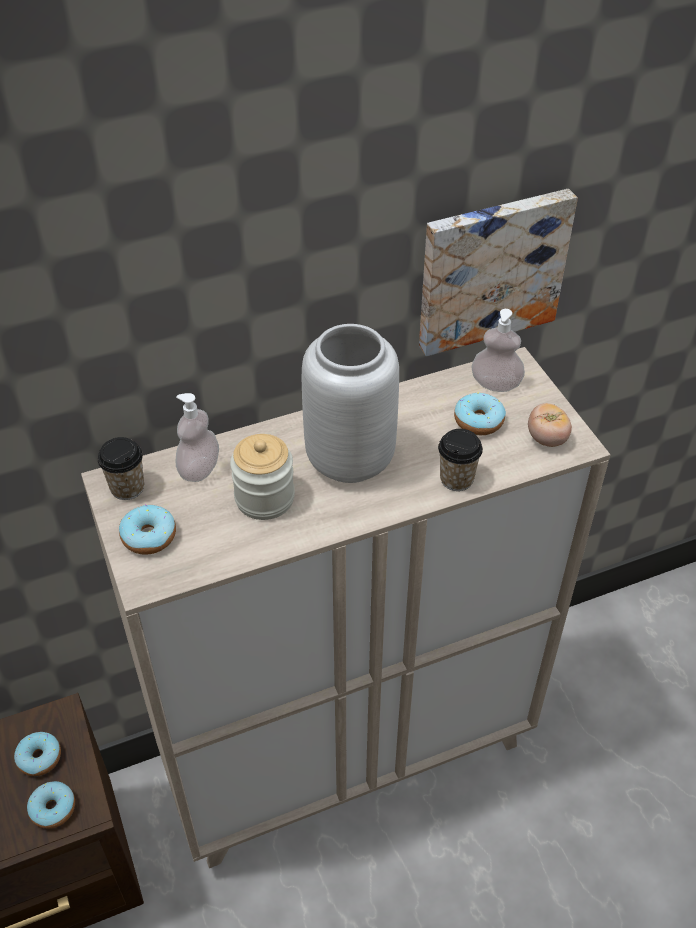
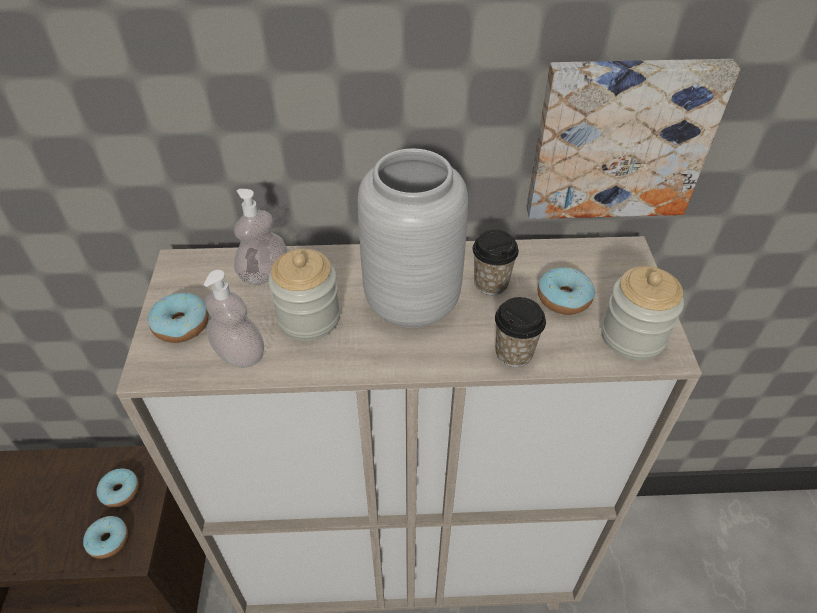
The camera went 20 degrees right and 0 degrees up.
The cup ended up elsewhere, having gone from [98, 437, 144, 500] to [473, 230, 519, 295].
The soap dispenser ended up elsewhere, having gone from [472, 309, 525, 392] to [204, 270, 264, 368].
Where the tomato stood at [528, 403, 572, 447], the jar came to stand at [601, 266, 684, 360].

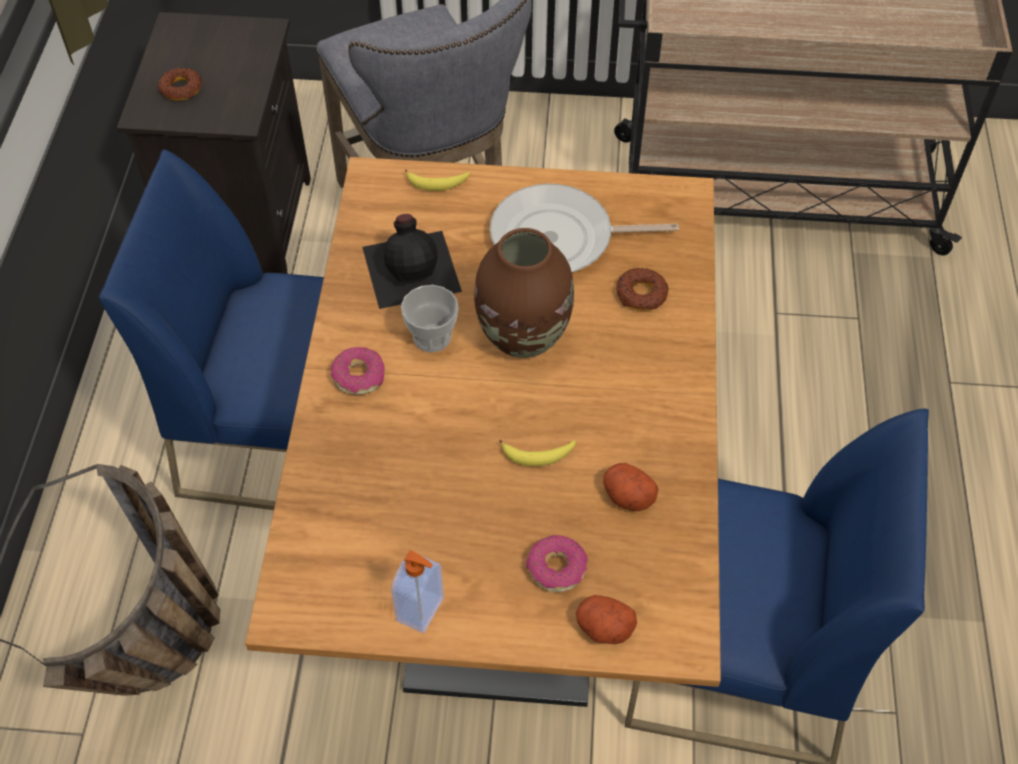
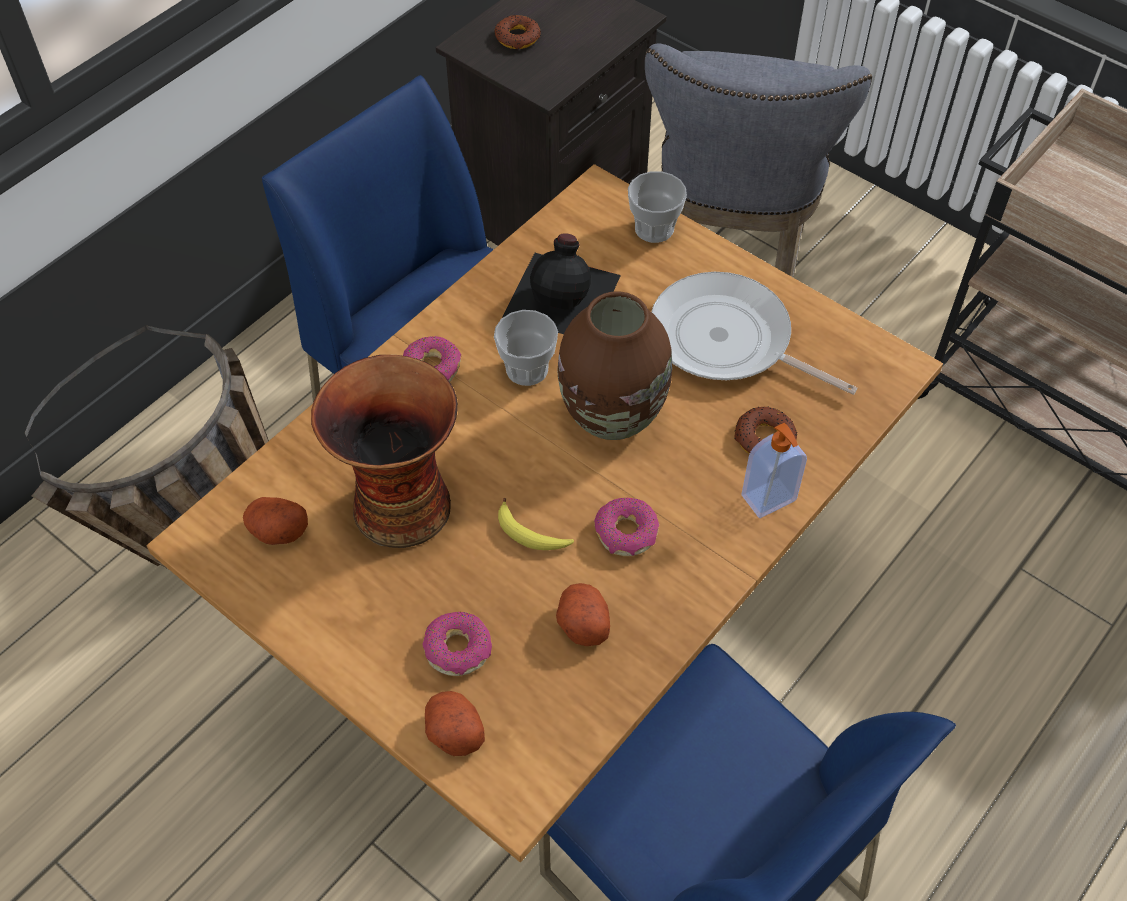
The camera went 35 degrees right and 0 degrees up.
The soap dispenser ended up elsewhere, having gone from [391, 550, 444, 633] to [741, 423, 807, 518].
Where the banana stood at [405, 169, 470, 191], the cup came to stand at [628, 171, 687, 243].
The second view gained the potato at [243, 497, 308, 545].
The second view gained the vase at [311, 355, 458, 548].
The second view gained the donut at [594, 497, 659, 556].

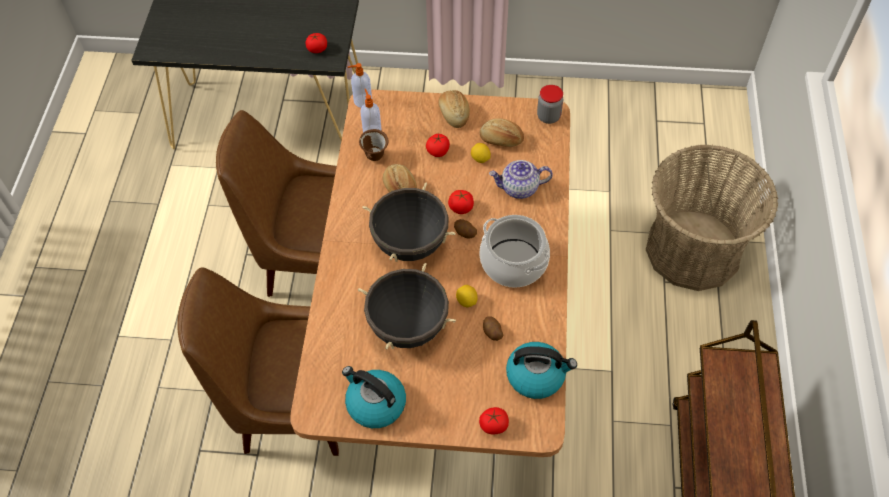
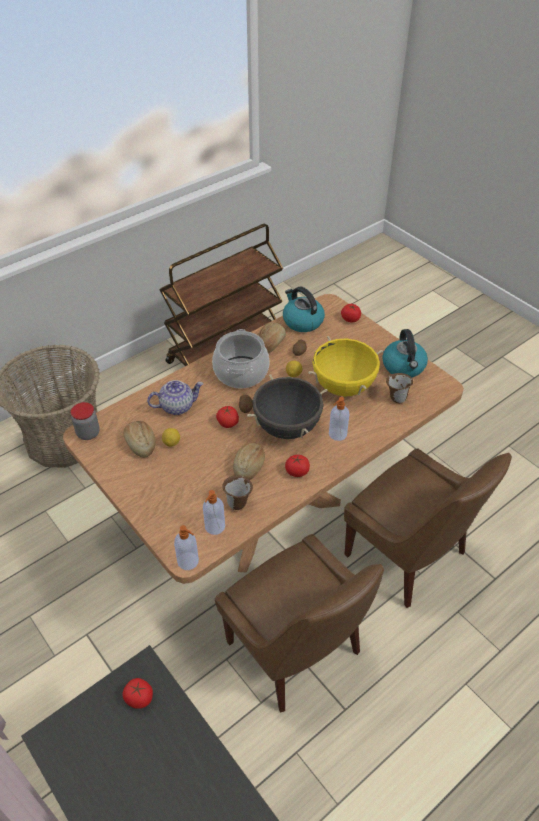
The camera went 135 degrees left and 10 degrees down.
What was the black cooking pot at [358, 263, 456, 350] turned into the yellow cooking pot at [308, 336, 383, 397].
The tomato ended up elsewhere, having gone from [426, 134, 450, 157] to [285, 455, 310, 477].
The bread ended up elsewhere, having gone from [438, 90, 470, 128] to [258, 322, 286, 353].
The teapot at [489, 160, 553, 199] ended up facing another way, 60 degrees counterclockwise from before.
The second view gained the soap dispenser at [329, 397, 349, 441].
The second view gained the brown mug at [386, 373, 413, 403].

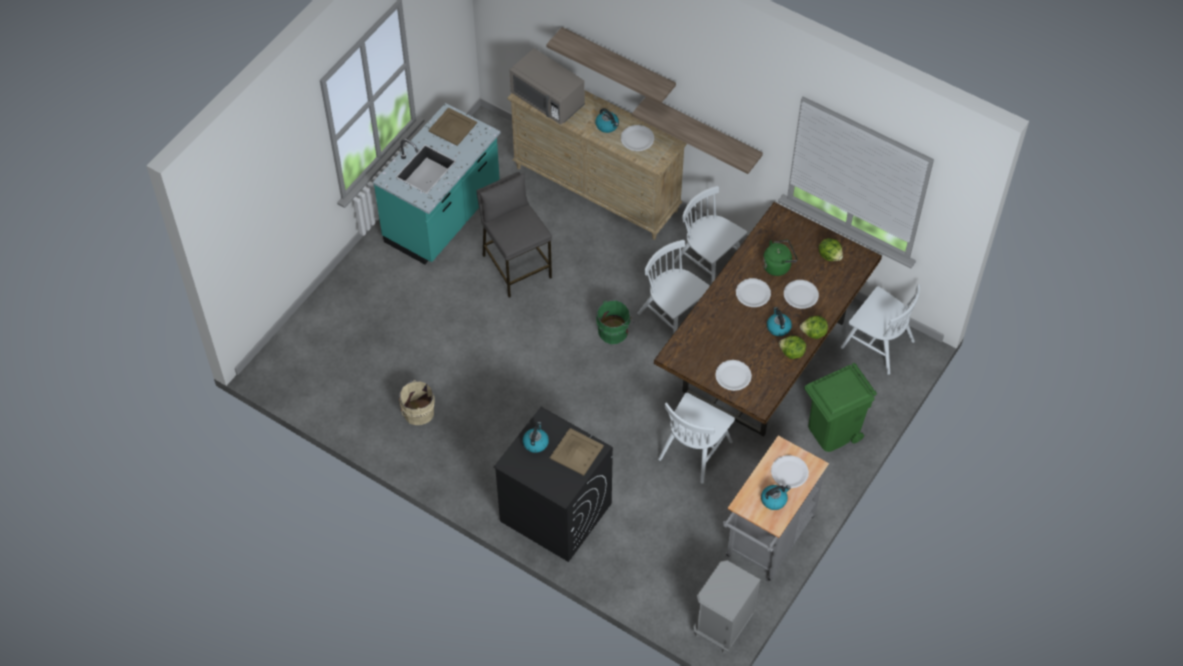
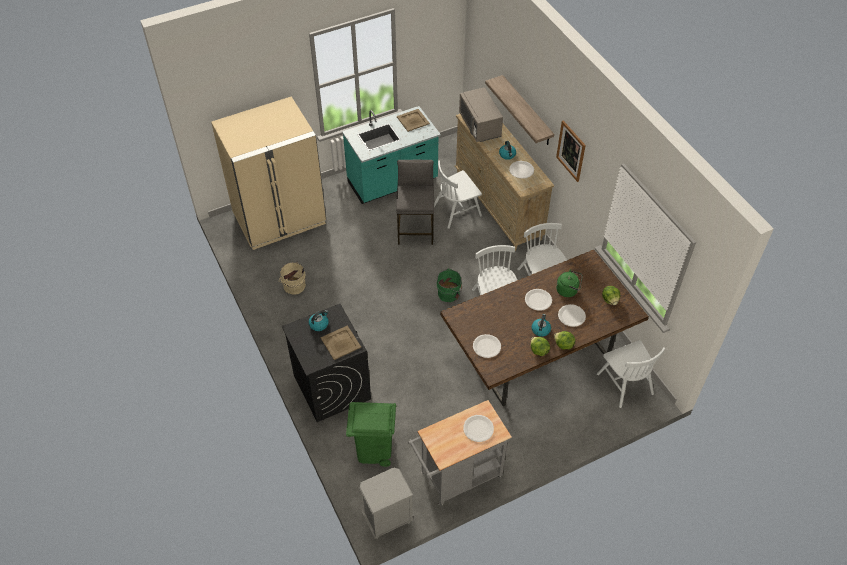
The camera went 30 degrees right and 5 degrees down.
The second view lost the shelf at [632, 97, 763, 174].
The white chair ended up elsewhere, having gone from [658, 393, 735, 484] to [434, 160, 482, 229].
The second view lost the kettle at [761, 485, 791, 510].
The green trash can ended up elsewhere, having gone from [804, 363, 877, 452] to [346, 402, 396, 467].
The second view gained the beige fridge at [211, 97, 326, 250].
The second view gained the picture at [556, 121, 586, 182].

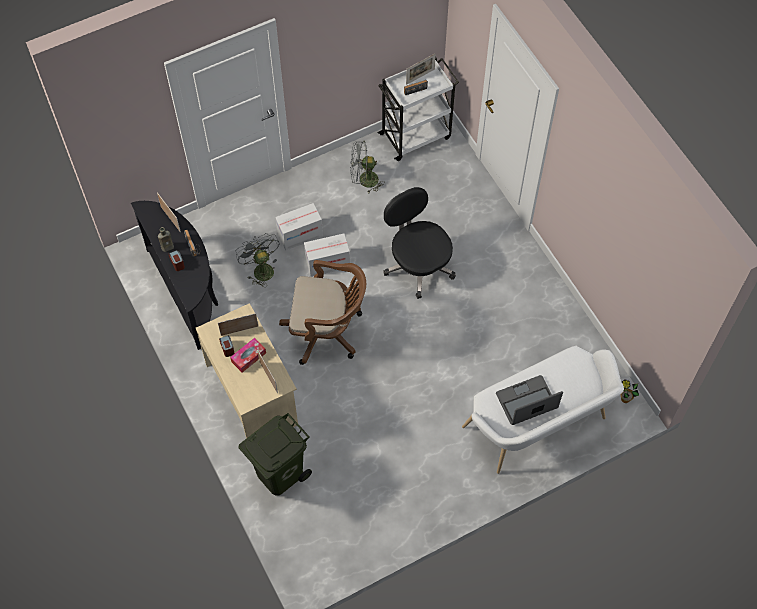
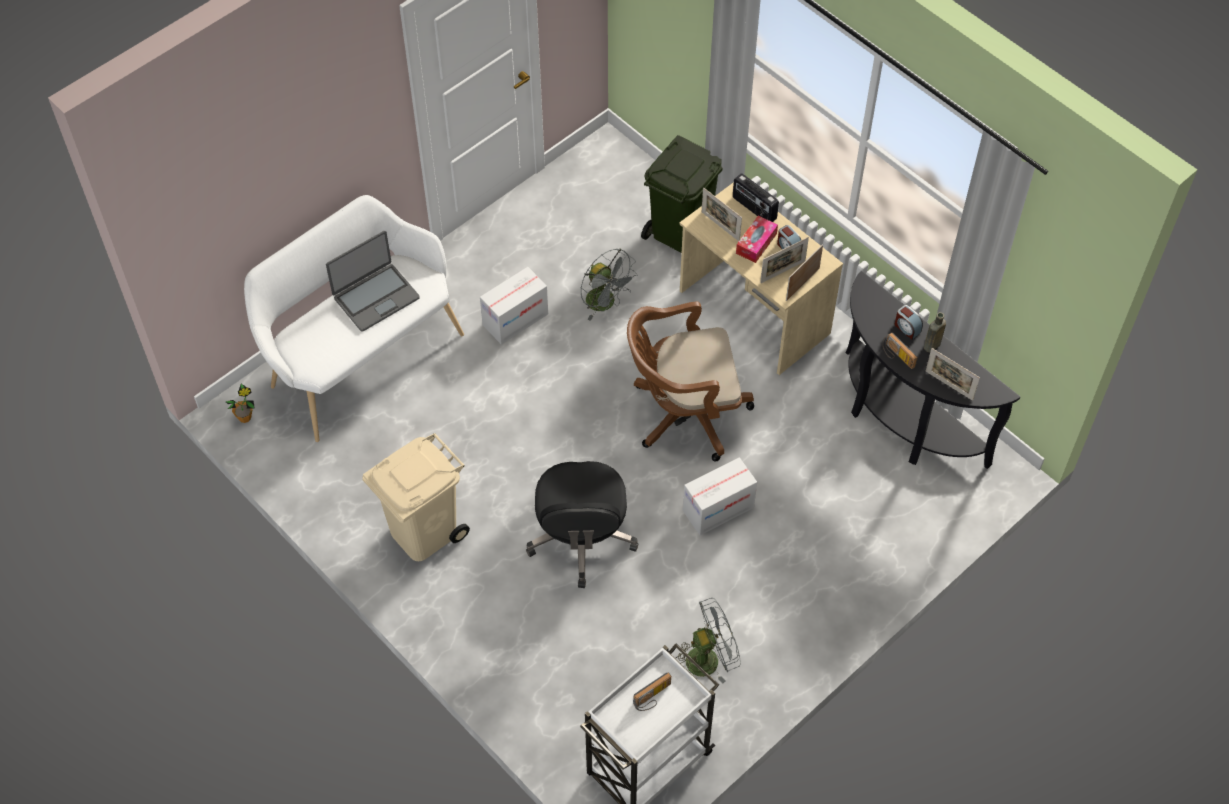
The camera went 165 degrees right and 5 degrees down.
The grey fan ended up elsewhere, having gone from [236, 233, 280, 287] to [581, 248, 637, 321].
The cardboard box ended up elsewhere, having gone from [275, 203, 323, 250] to [480, 267, 548, 344].
The black office chair at [384, 187, 456, 299] ended up facing another way, 45 degrees clockwise from before.
The picture frame ended up elsewhere, having gone from [406, 53, 436, 85] to [786, 244, 823, 301].
The second view gained the beige trash can at [362, 433, 470, 561].
The second view gained the radio at [733, 173, 779, 222].

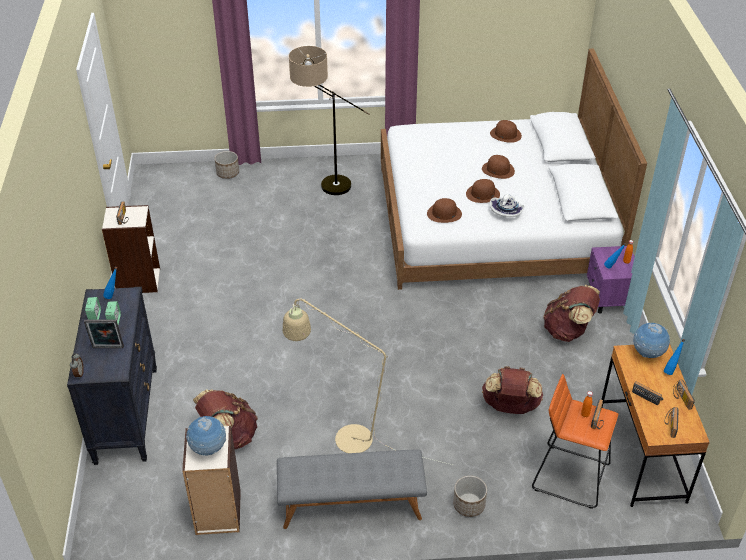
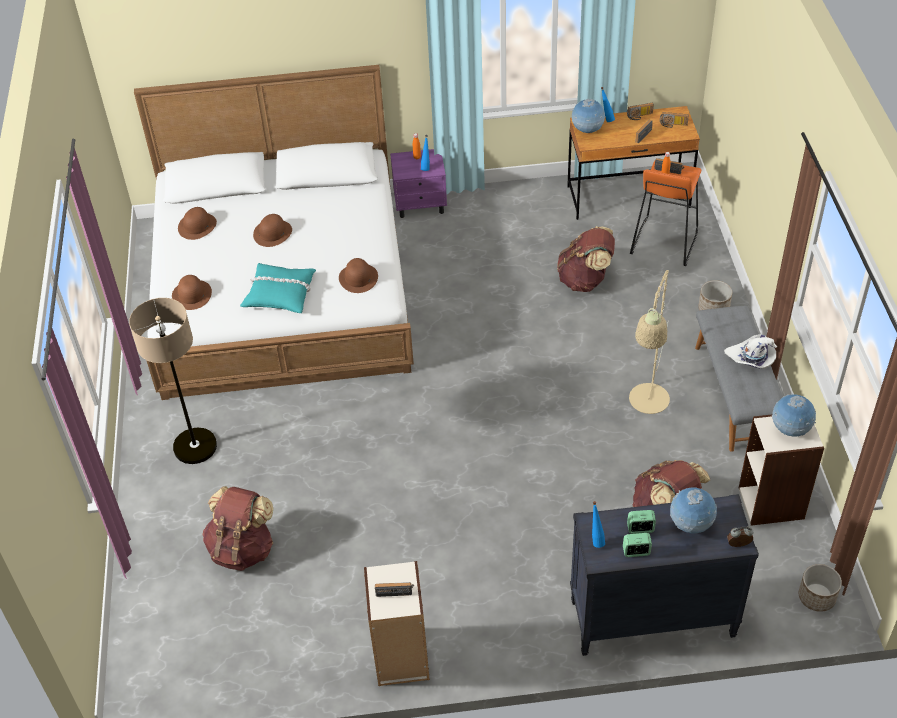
The camera went 90 degrees left and 5 degrees up.
Where the picture frame stood at [84, 320, 124, 348], the globe came to stand at [670, 488, 717, 533].
The planter ended up elsewhere, having gone from [215, 151, 239, 179] to [799, 564, 842, 612].
The brown hat ended up elsewhere, having gone from [466, 179, 500, 203] to [172, 275, 212, 310].
The white hat ended up elsewhere, having gone from [490, 194, 524, 217] to [724, 334, 777, 369].
The brown backpack ended up elsewhere, having gone from [543, 285, 600, 342] to [202, 486, 274, 571].
The second view gained the turquoise pillow at [240, 263, 316, 313].

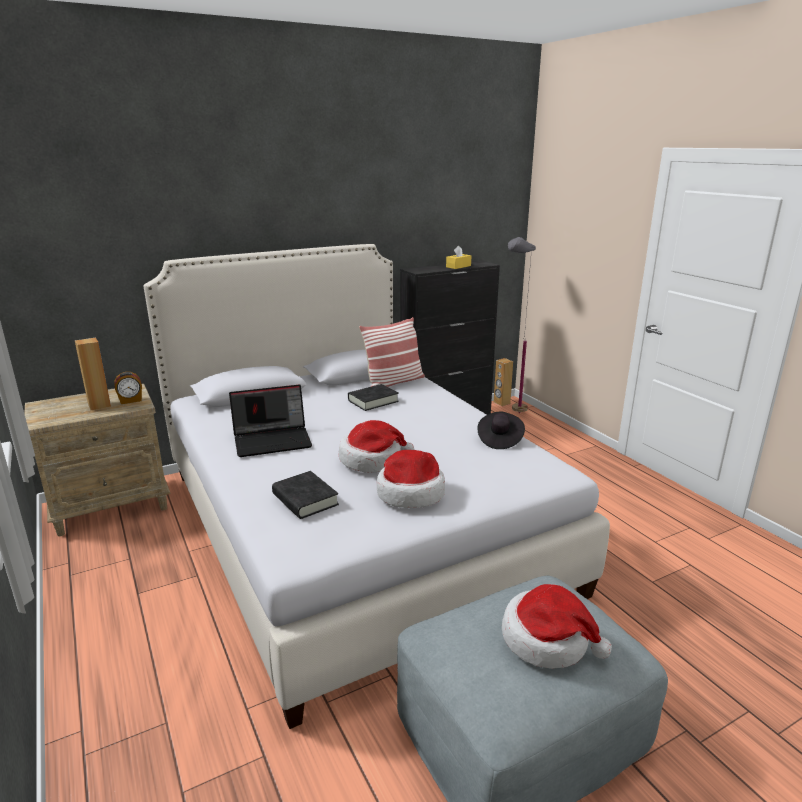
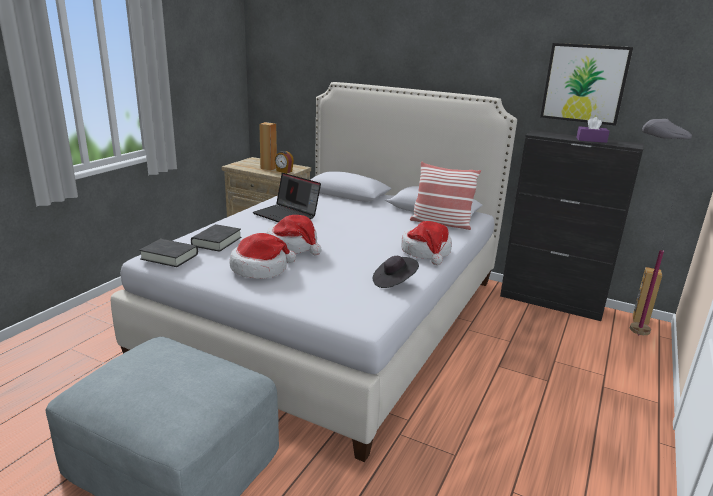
The camera went 55 degrees right and 0 degrees up.
The black book ended up elsewhere, having gone from [348, 384, 399, 411] to [139, 239, 198, 267].
What was the yellow tissue box at [446, 246, 471, 269] turned into the purple tissue box at [576, 117, 610, 143].
The hat ended up elsewhere, having gone from [502, 584, 612, 669] to [401, 221, 452, 265].
The second view gained the picture at [540, 43, 633, 126].

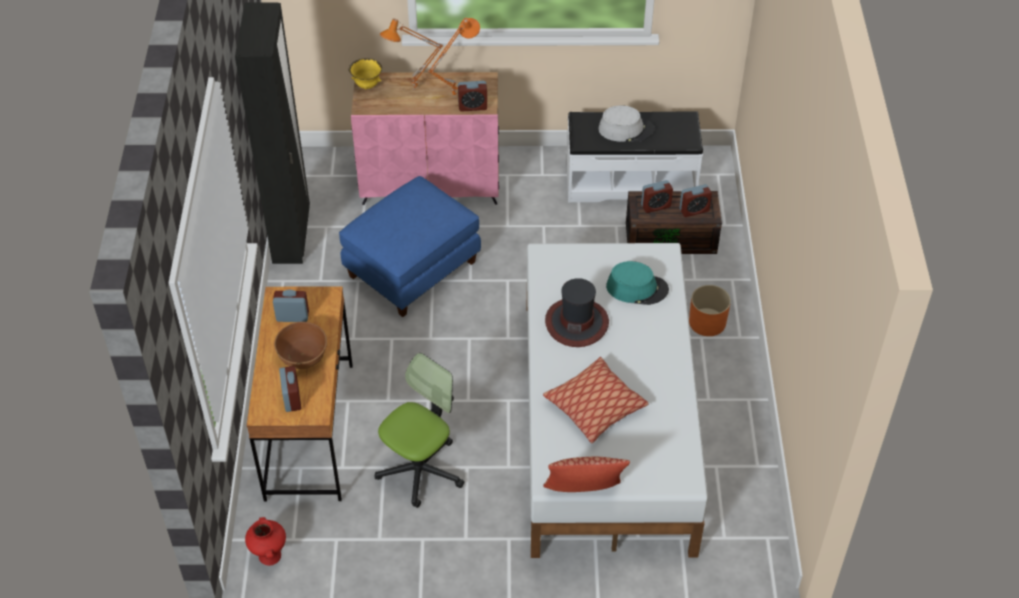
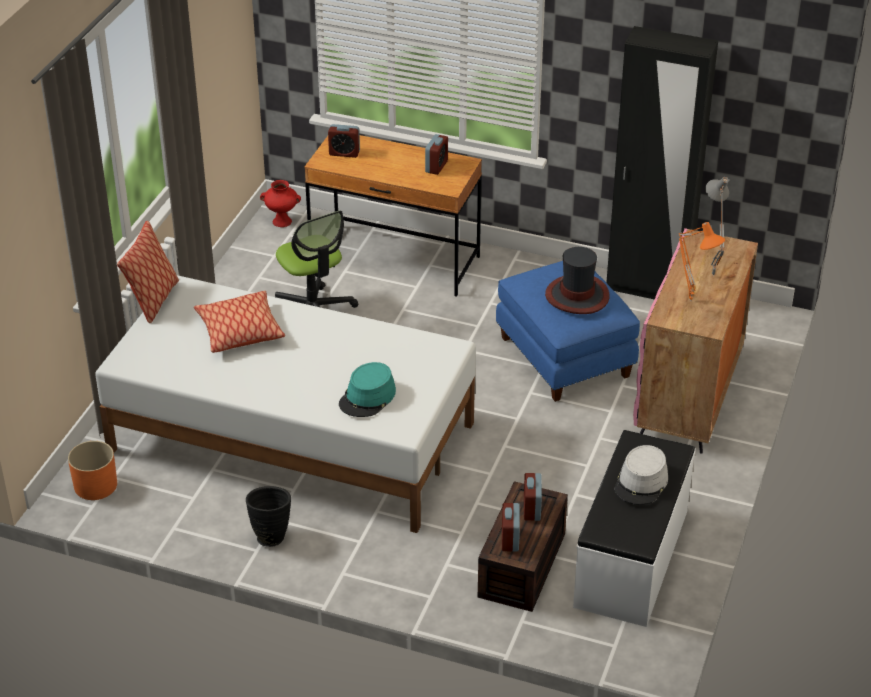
The camera went 110 degrees right and 10 degrees down.
The second view lost the brown bowl at [274, 322, 327, 369].
The second view lost the yellow bowl at [349, 58, 382, 89].
What was the orange table lamp at [380, 19, 443, 90] turned into the grey table lamp at [705, 177, 729, 275].
The second view lost the alarm clock at [458, 81, 487, 111].
The hat ended up elsewhere, having gone from [545, 278, 609, 347] to [545, 247, 610, 314].
The orange planter ended up elsewhere, having gone from [689, 285, 731, 336] to [68, 441, 117, 500].
The second view gained the black vase at [246, 486, 291, 547].

